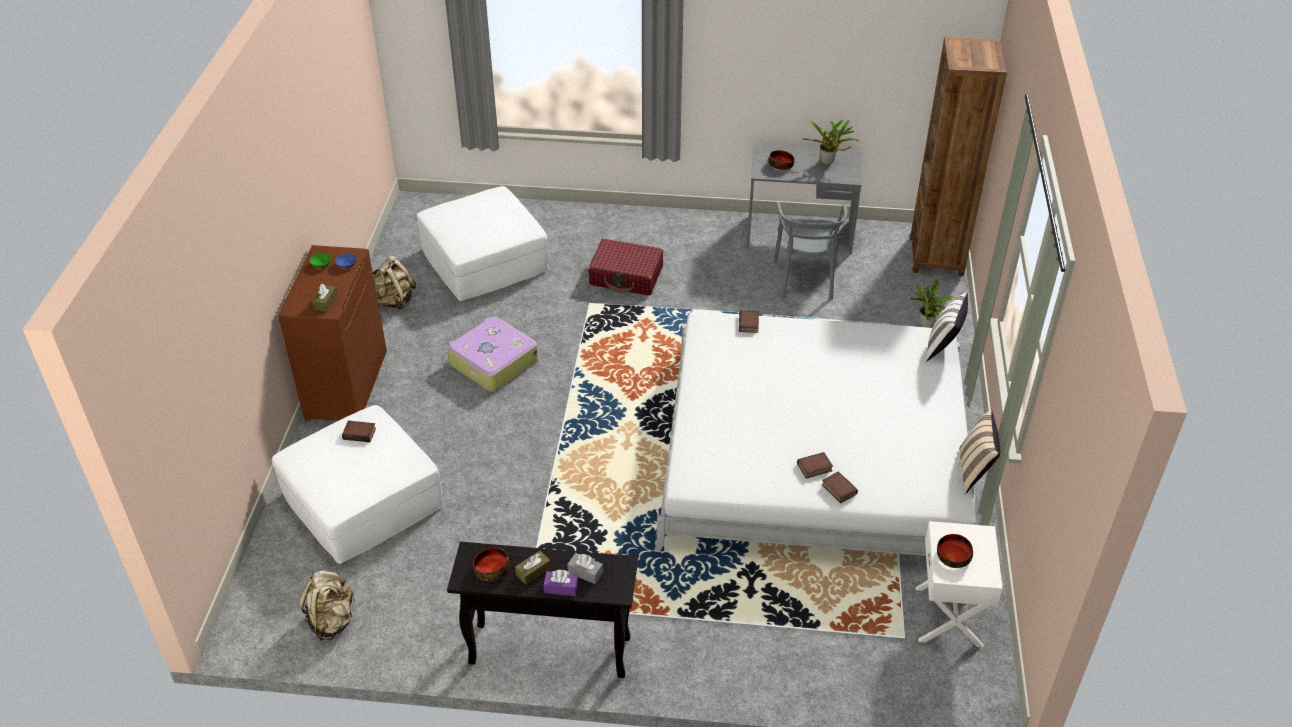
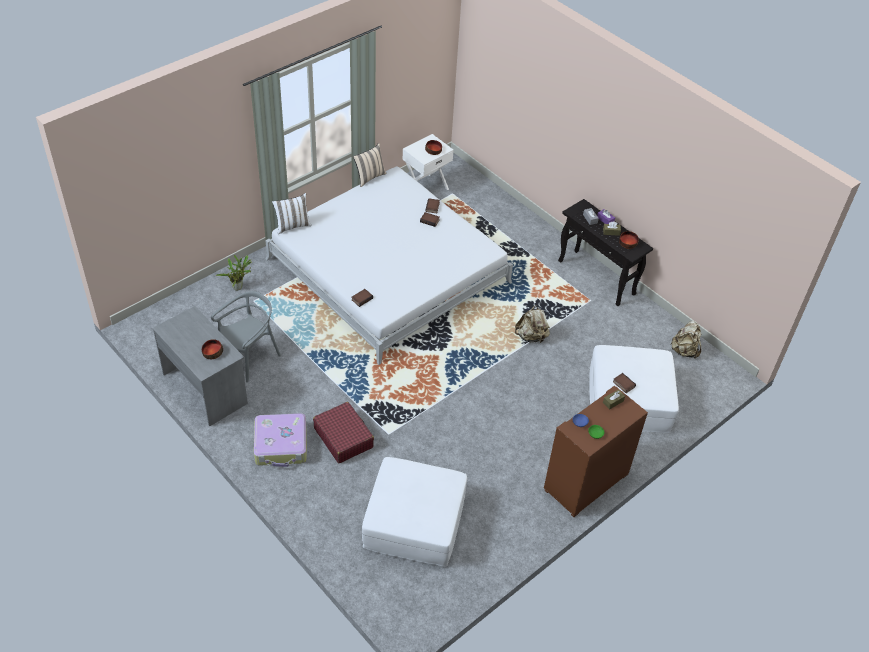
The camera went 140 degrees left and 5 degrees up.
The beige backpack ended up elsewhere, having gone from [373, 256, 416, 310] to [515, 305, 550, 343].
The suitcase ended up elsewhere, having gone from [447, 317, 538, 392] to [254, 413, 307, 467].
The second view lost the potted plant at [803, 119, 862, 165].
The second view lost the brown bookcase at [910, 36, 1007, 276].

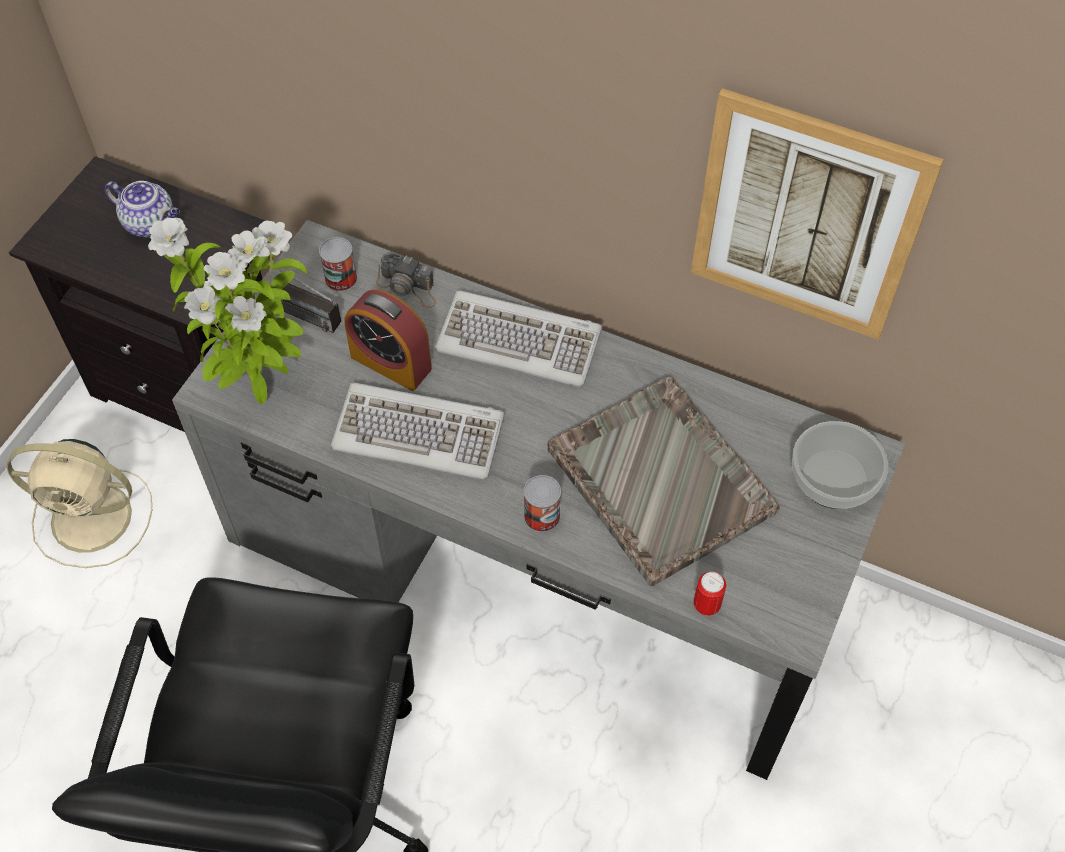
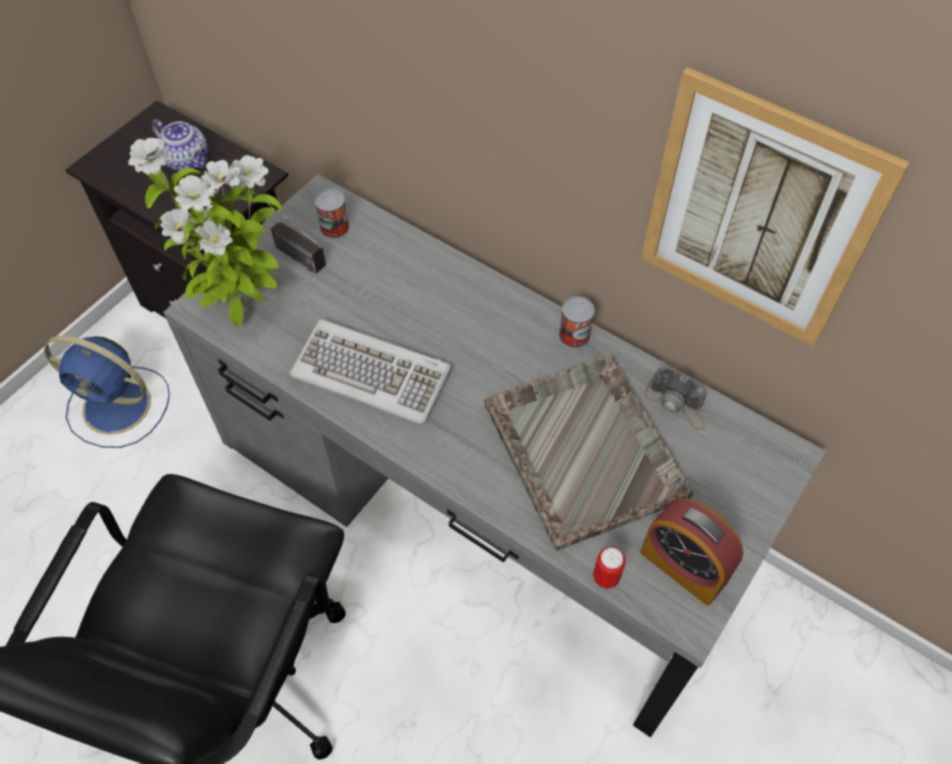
The camera went 10 degrees right and 0 degrees up.
What was the beige fan at [7, 439, 152, 568] turned into the blue fan at [44, 336, 170, 448].
The alarm clock ended up elsewhere, having gone from [345, 289, 432, 391] to [640, 498, 743, 606].
The photo camera ended up elsewhere, having gone from [376, 254, 436, 308] to [644, 368, 707, 430].
The second view lost the keyboard at [435, 290, 602, 387].
The can ended up elsewhere, having gone from [524, 475, 561, 532] to [559, 296, 595, 348].
The second view lost the bowl at [792, 421, 888, 509].

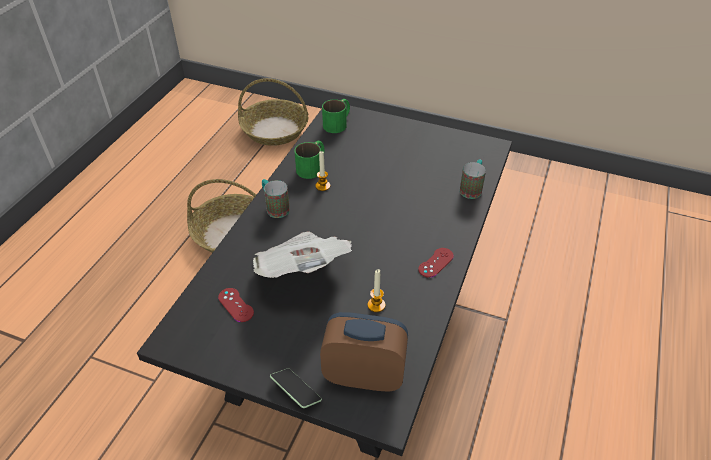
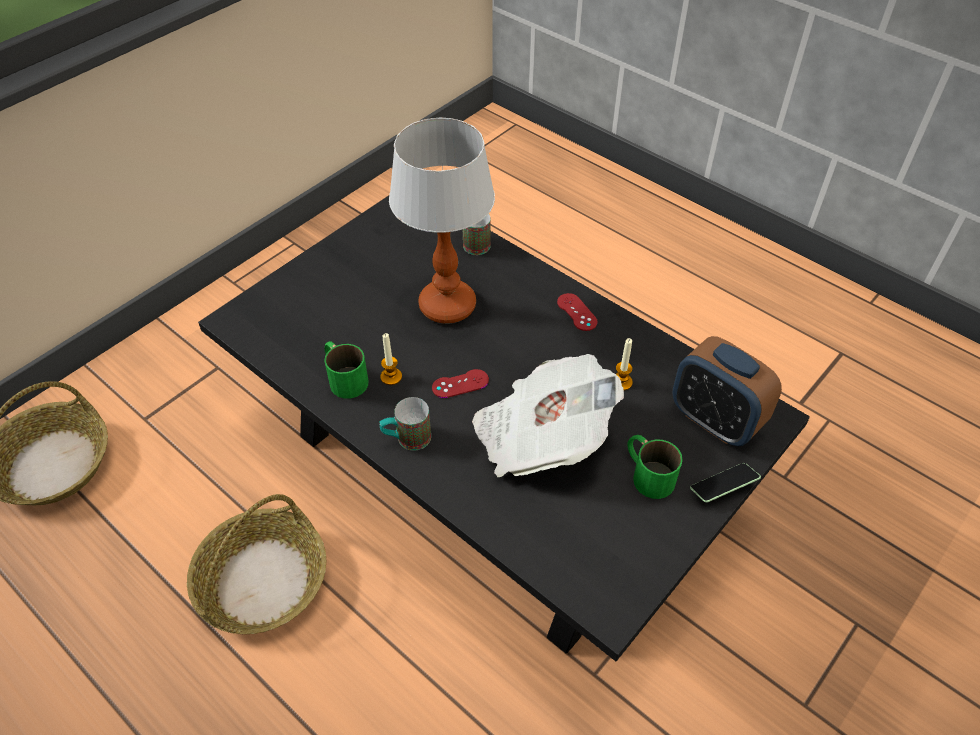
The camera went 70 degrees left and 5 degrees up.
The red game controller ended up elsewhere, having gone from [218, 288, 254, 322] to [432, 369, 489, 398].
The alarm clock at [320, 312, 408, 392] ended up facing another way, 75 degrees counterclockwise from before.
The green mug ended up elsewhere, having gone from [322, 99, 350, 133] to [627, 435, 683, 499].
The second view gained the table lamp at [389, 117, 495, 324].

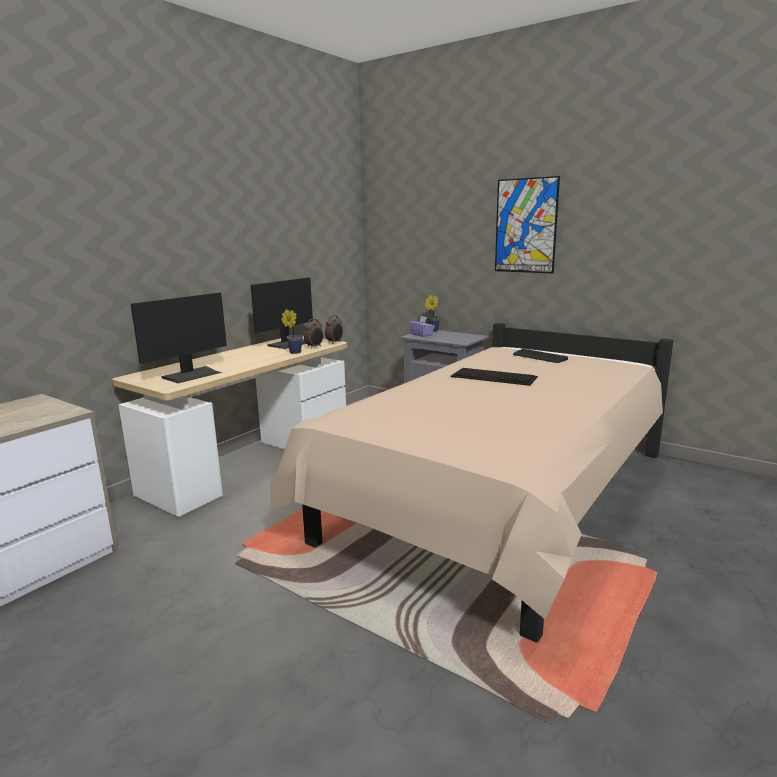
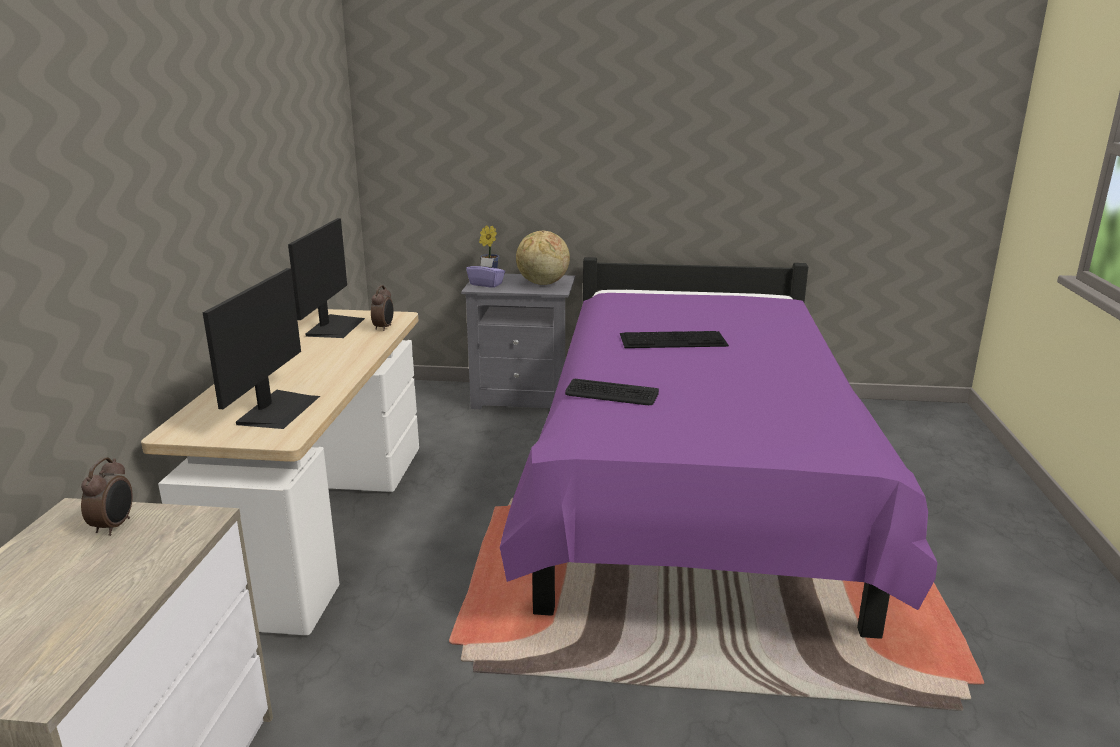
The camera went 30 degrees left and 5 degrees up.
What was the beige bed at [270, 323, 673, 643] turned into the purple bed at [500, 257, 938, 639].
The second view lost the potted plant at [281, 309, 303, 354].
The alarm clock ended up elsewhere, having gone from [325, 315, 343, 344] to [81, 457, 133, 536].
The second view lost the picture at [495, 176, 560, 273].
The keyboard ended up elsewhere, having gone from [513, 349, 568, 363] to [565, 379, 659, 405].
The second view gained the globe at [516, 231, 570, 285].

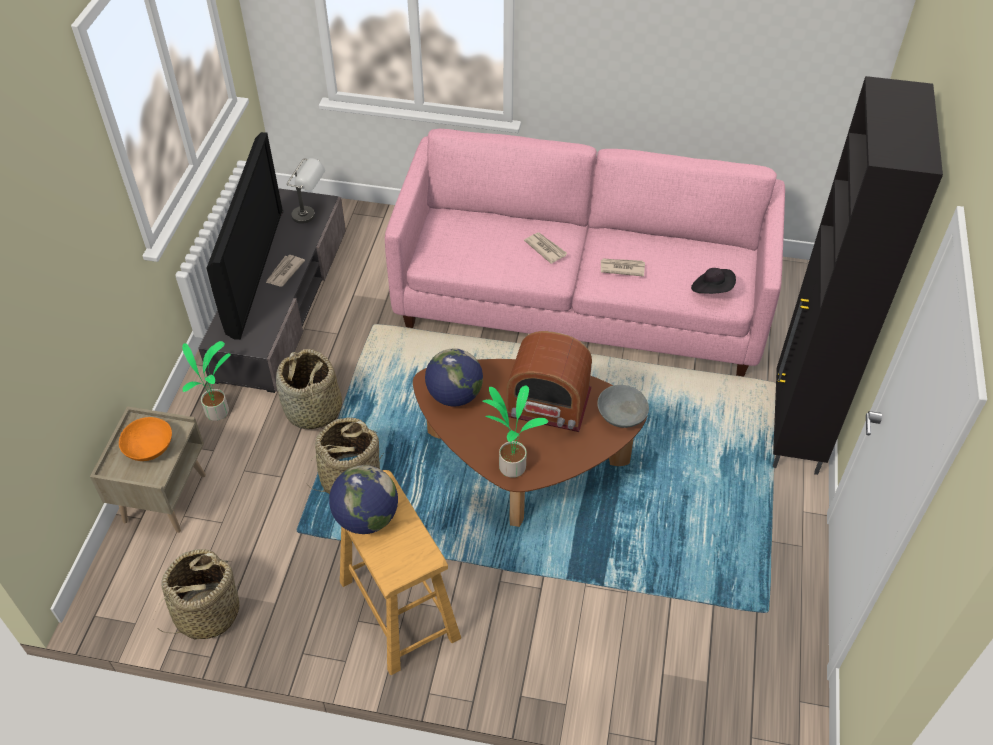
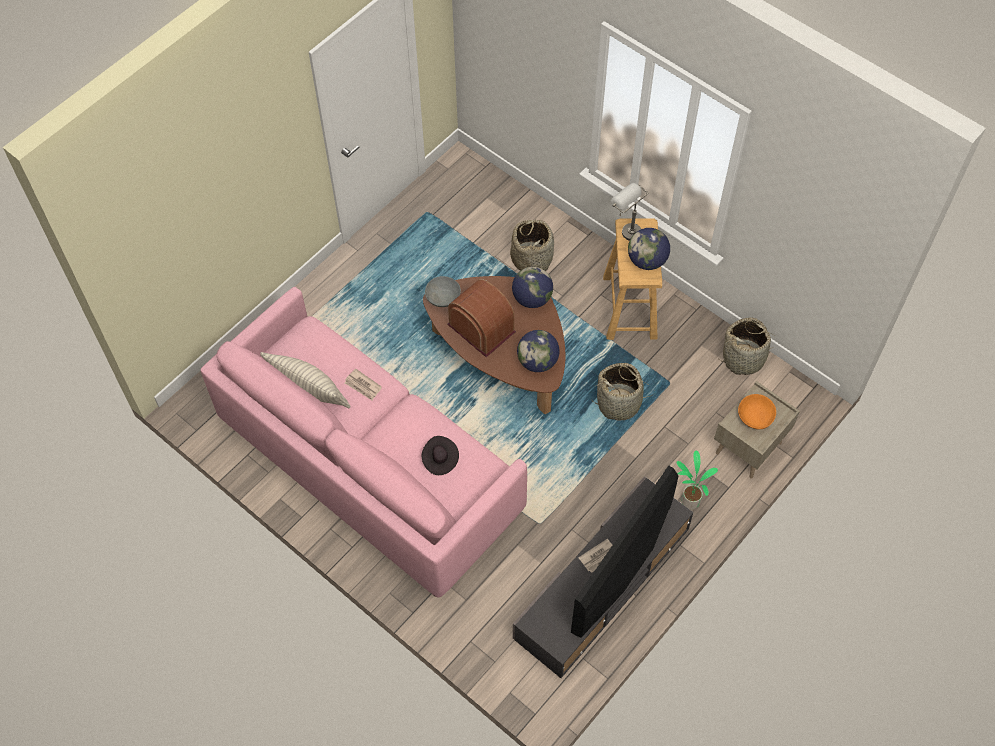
The camera went 150 degrees left and 10 degrees up.
The basket ended up elsewhere, having gone from [276, 349, 342, 429] to [510, 218, 554, 271].
The grey table lamp ended up elsewhere, having gone from [287, 158, 325, 224] to [611, 183, 648, 241].
Where the potted plant stood at [482, 386, 549, 478], the globe came to stand at [512, 267, 553, 308].
The second view lost the newspaper at [524, 232, 567, 264].
The black hat ended up elsewhere, having gone from [691, 268, 736, 294] to [422, 436, 459, 475].
The second view lost the black cabinet at [773, 76, 943, 475].
The second view gained the pillow at [260, 352, 350, 408].

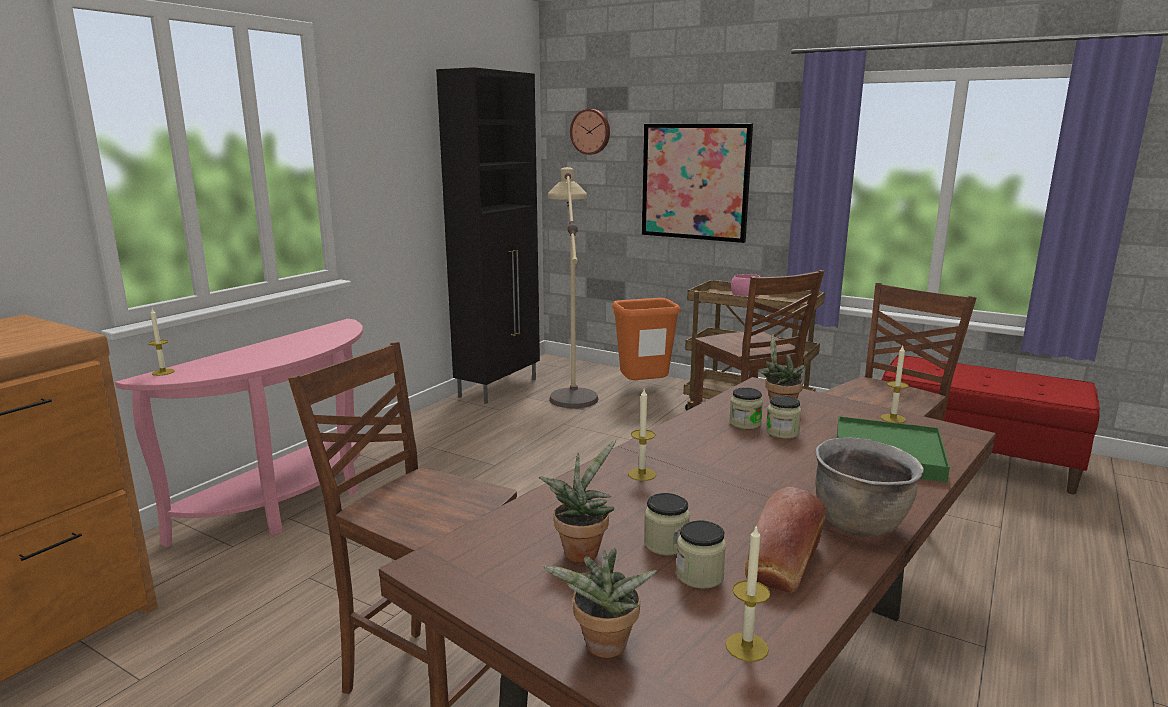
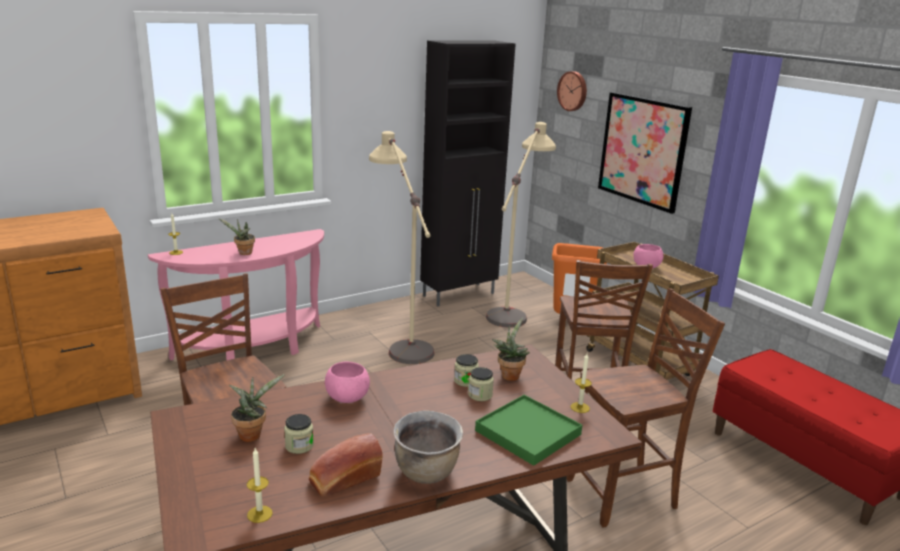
The camera went 25 degrees right and 5 degrees up.
The potted plant ended up elsewhere, having gone from [542, 548, 657, 658] to [218, 218, 255, 255].
Where the candle stood at [628, 389, 656, 481], the pink bowl came to stand at [325, 362, 370, 403].
The second view lost the jar at [676, 520, 726, 589].
The second view gained the beige floor lamp at [369, 131, 434, 364].

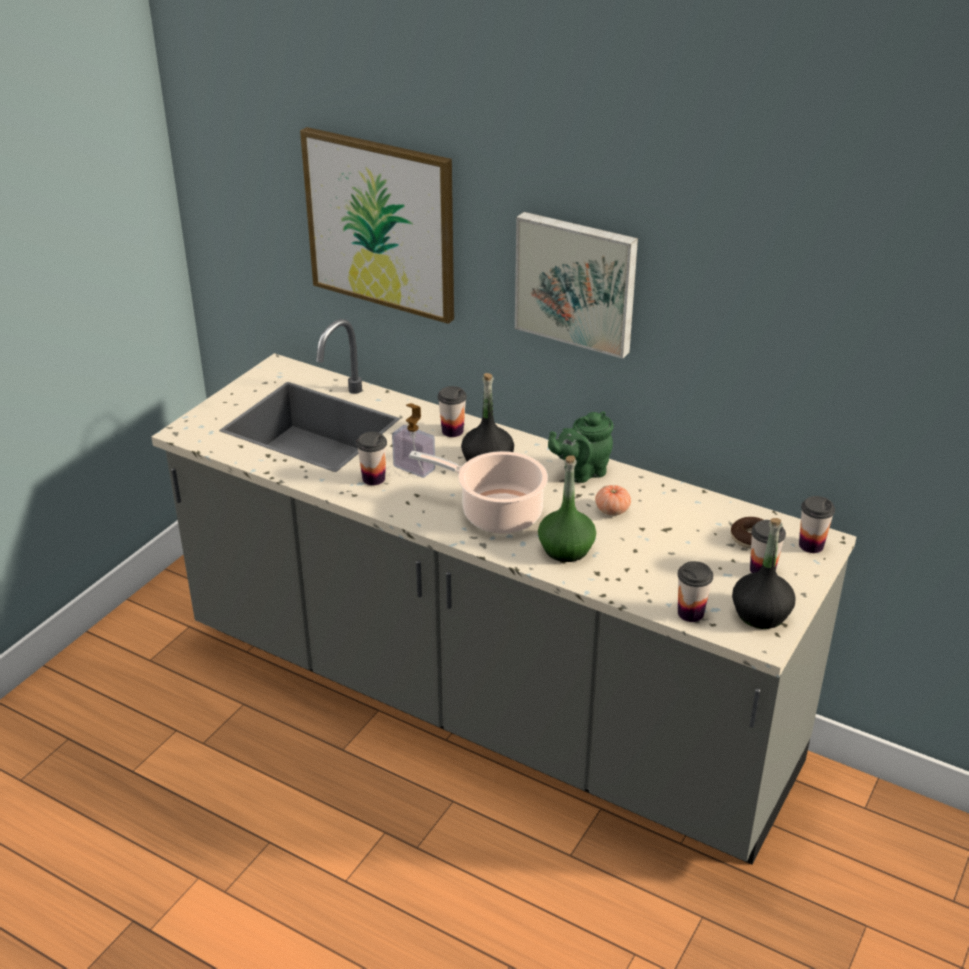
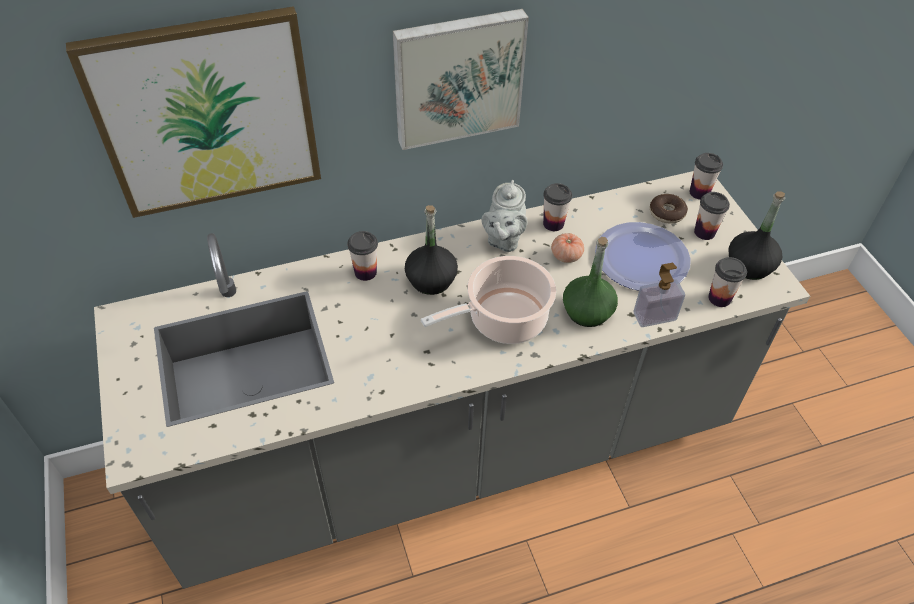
The camera went 50 degrees left and 15 degrees up.
The cup ended up elsewhere, having gone from [356, 432, 387, 485] to [543, 183, 572, 231].
The soap dispenser ended up elsewhere, having gone from [392, 403, 435, 478] to [634, 263, 685, 327].
What was the green teapot at [548, 411, 614, 483] turned into the grey teapot at [481, 180, 527, 252].
The second view gained the plate at [595, 222, 691, 291].

